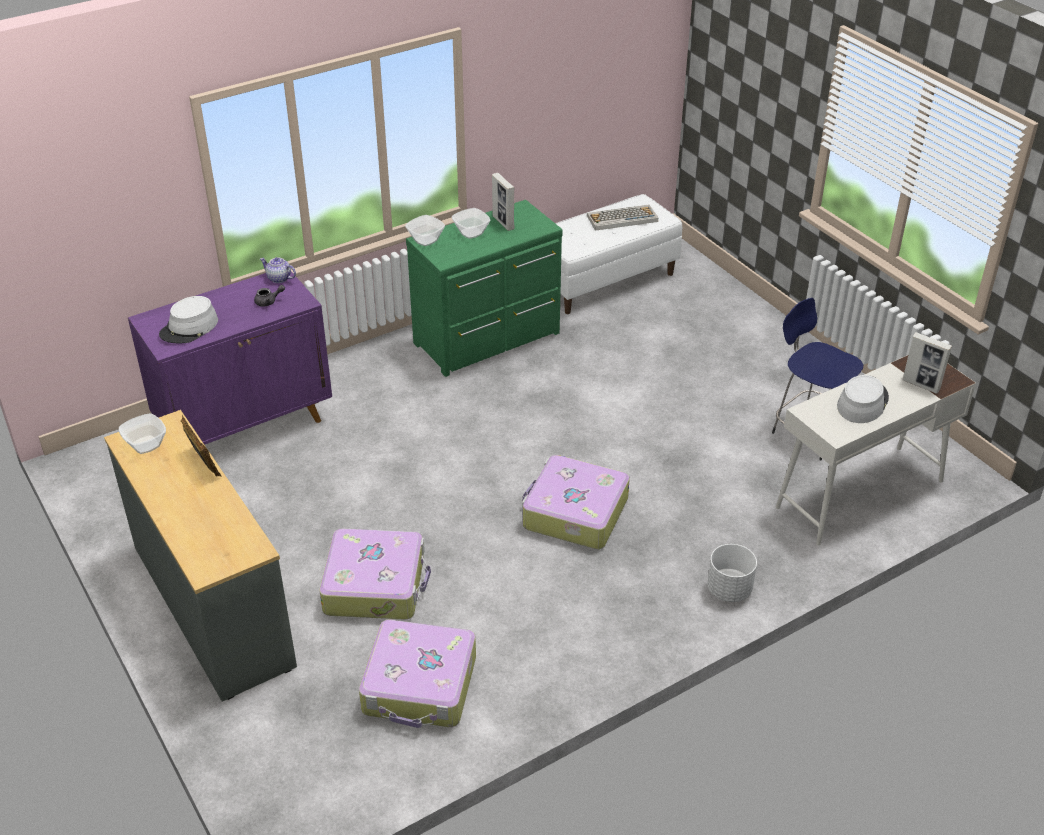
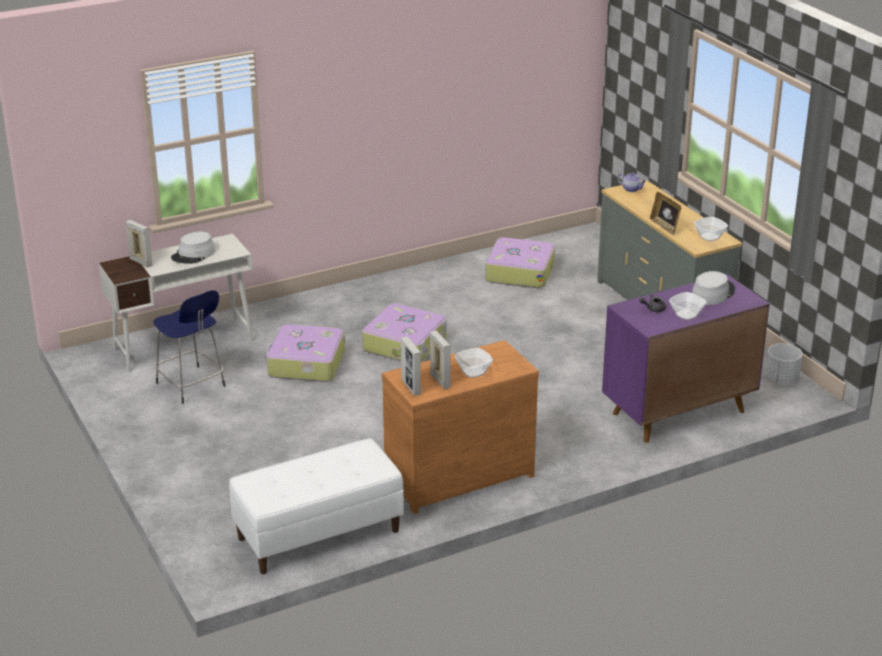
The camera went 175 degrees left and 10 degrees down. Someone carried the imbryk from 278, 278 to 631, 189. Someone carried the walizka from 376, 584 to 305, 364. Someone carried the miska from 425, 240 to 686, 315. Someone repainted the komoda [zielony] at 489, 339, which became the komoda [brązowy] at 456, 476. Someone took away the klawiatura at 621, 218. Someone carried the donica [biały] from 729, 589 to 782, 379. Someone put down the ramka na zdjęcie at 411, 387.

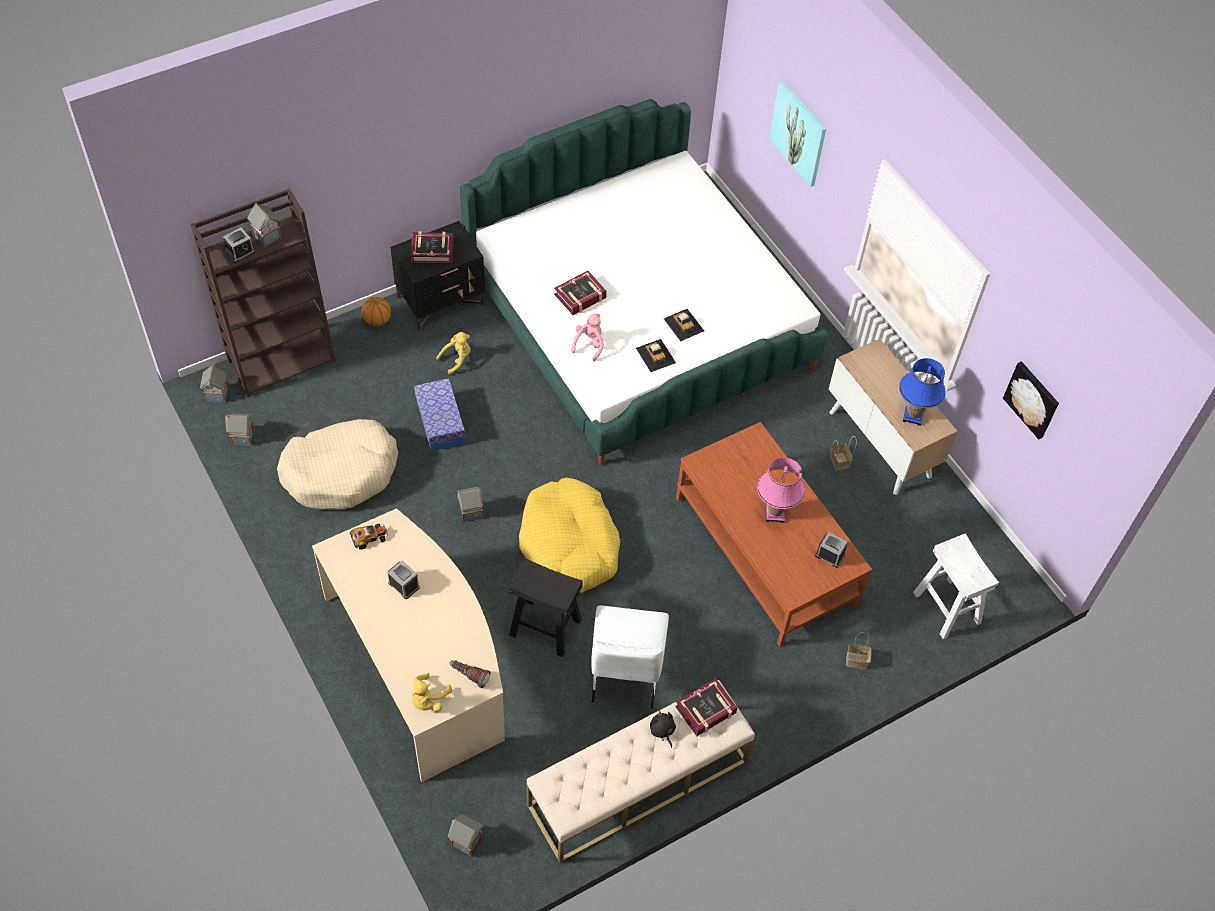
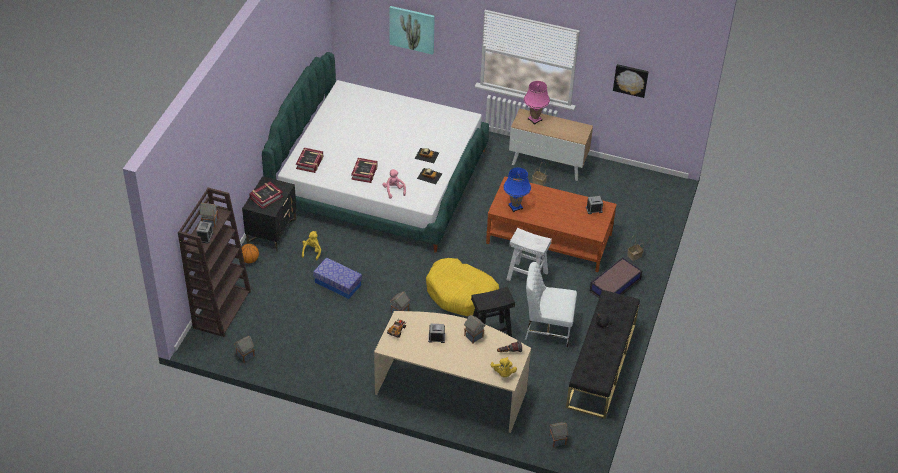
The camera went 40 degrees left and 10 degrees down. Someone carried the domek from 217, 395 to 474, 336. Someone took away the legowisko [beżowy] at 341, 472. Someone repainted the ławka [beżowy] at 638, 783, which became the ławka [czarny] at 601, 365. Someone rotated the krzesło [biały] at 625, 675 by 135 degrees clockwise. Someone carried the książka from 706, 710 to 310, 162. Someone carried the lampa stołowa [różowy] from 774, 514 to 534, 119. Someone carried the lampa stołowa [niebieski] from 912, 416 to 515, 207. Someone carried the stołek [biały] from 947, 607 to 527, 276. Someone put down the pojemnik do przechowywania at 614, 285.

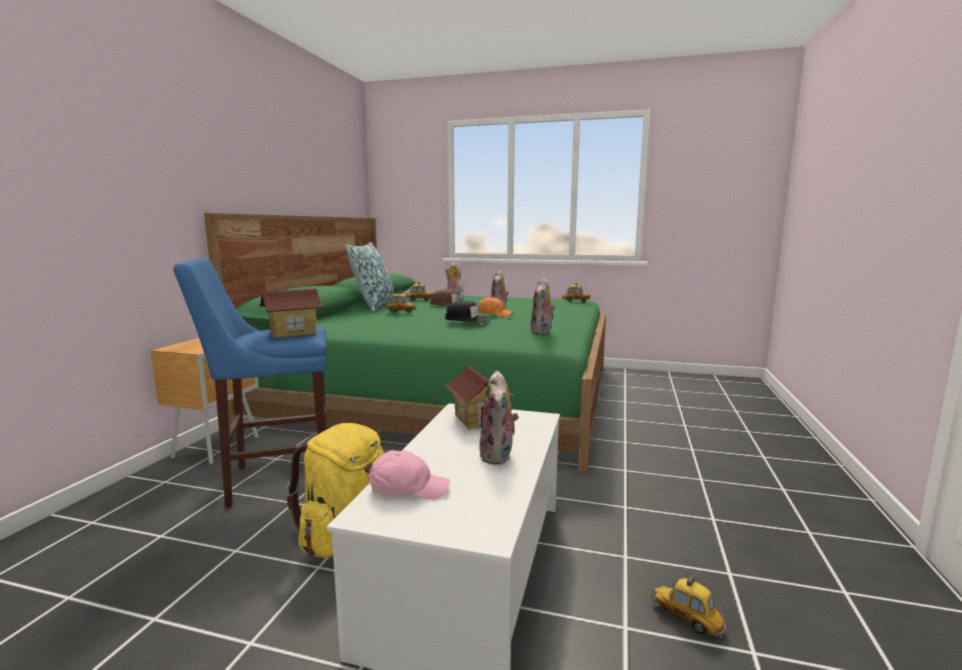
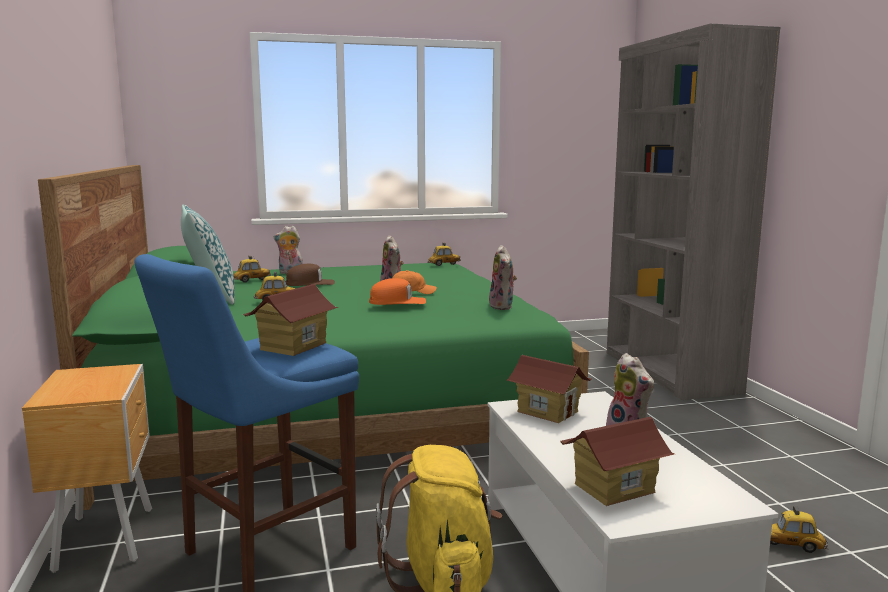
The camera went 30 degrees left and 0 degrees up. Someone swapped the czapka z daszkiem [różowy] at 408, 489 for the domek at 613, 488. Someone repainted the czapka z daszkiem [czarny] at 467, 320, which became the czapka z daszkiem [pomarańczowy] at 397, 302. Someone put down the regał [szary] at 669, 372.

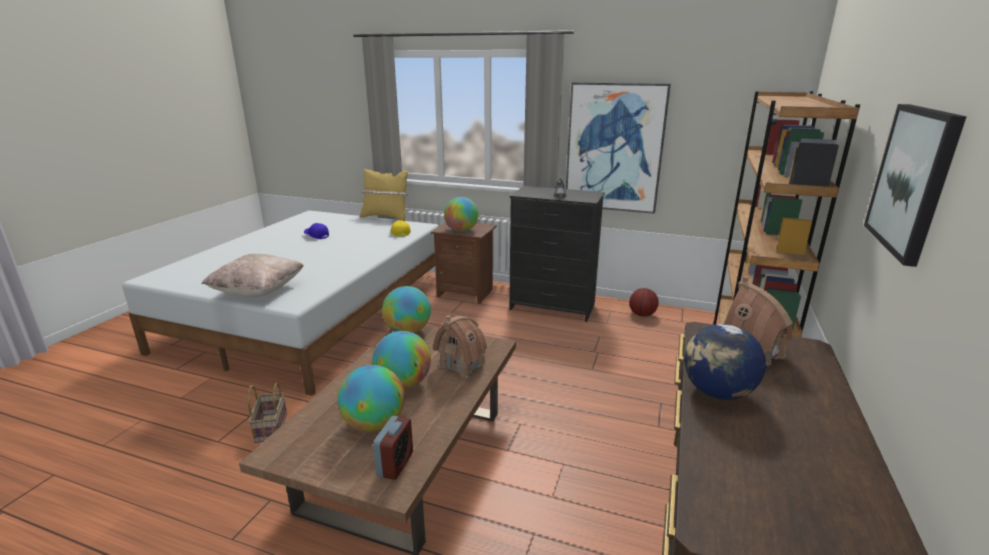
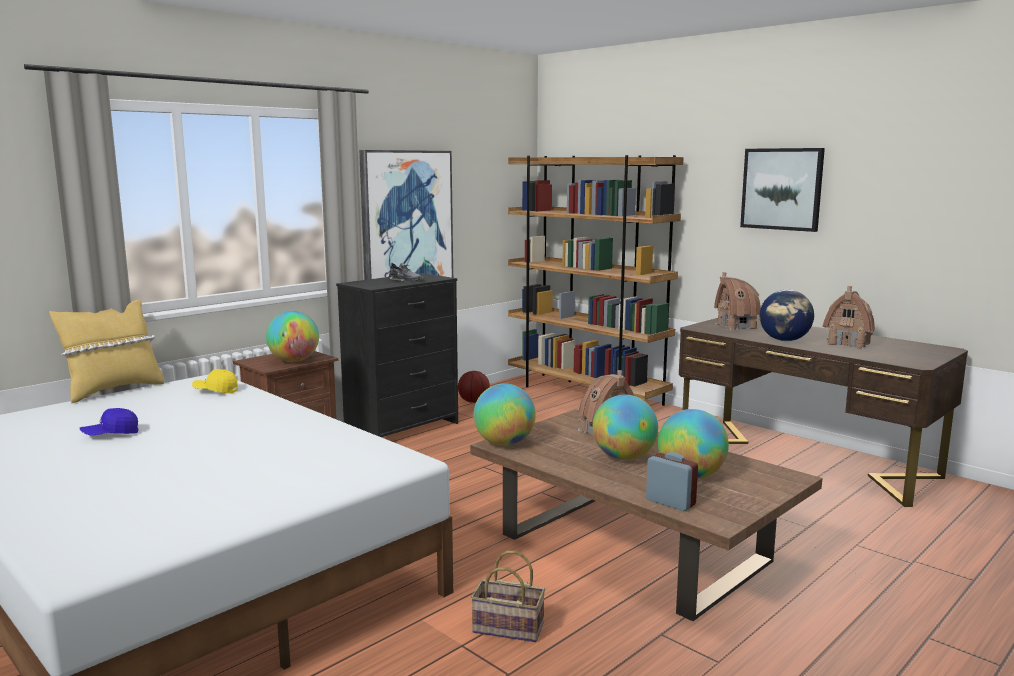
The camera went 65 degrees left and 10 degrees down. Someone took away the poduszka [beżowy] at 258, 291. Someone carried the budzik from 395, 464 to 670, 502. Someone put down the domek at 848, 344.

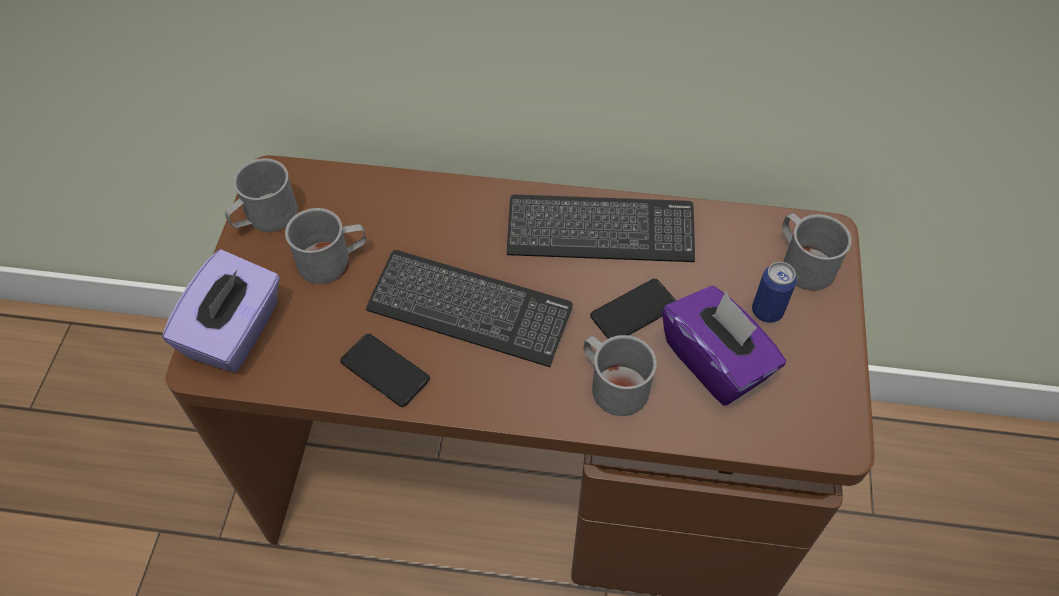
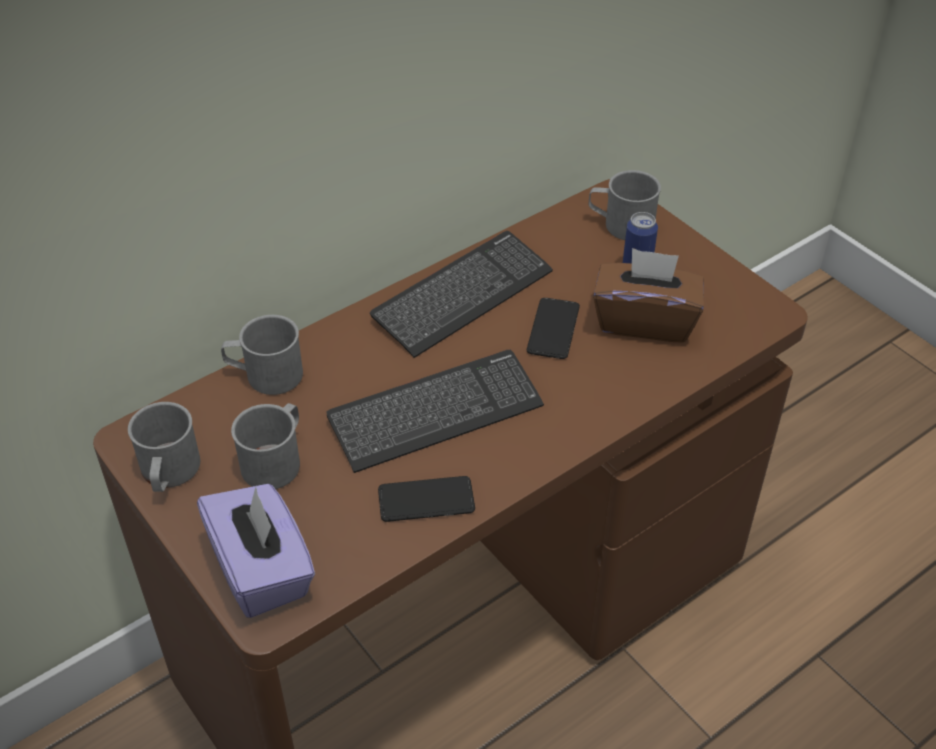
The camera went 45 degrees left and 10 degrees down. Someone carried the kubek [szary] from 613, 384 to 265, 375. Someone repainted the pudełko chusteczek [fioletowy] at 716, 361, which became the pudełko chusteczek [brązowy] at 645, 321.

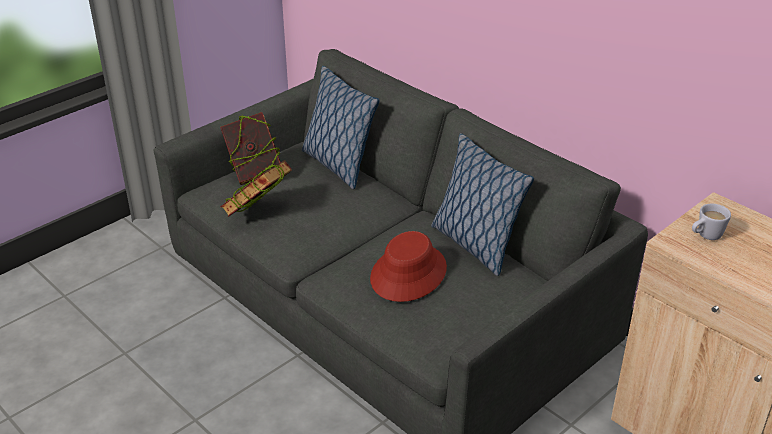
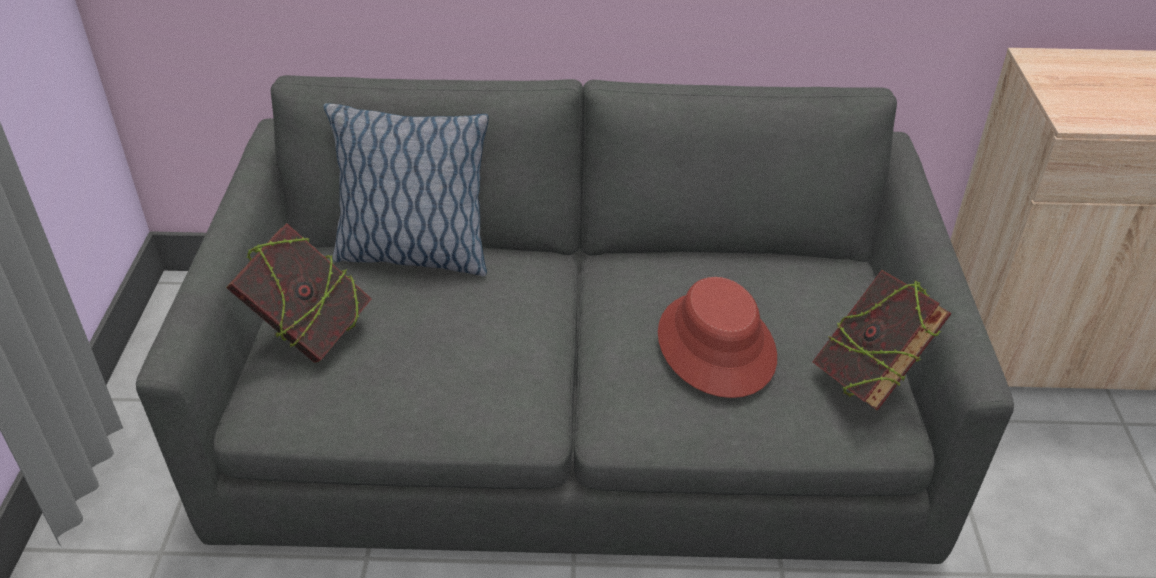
The camera went 45 degrees left and 5 degrees up. Someone carried the książka from 259, 214 to 868, 380. Someone took away the poduszka at 474, 244. Someone took away the kubek [biały] at 705, 236.

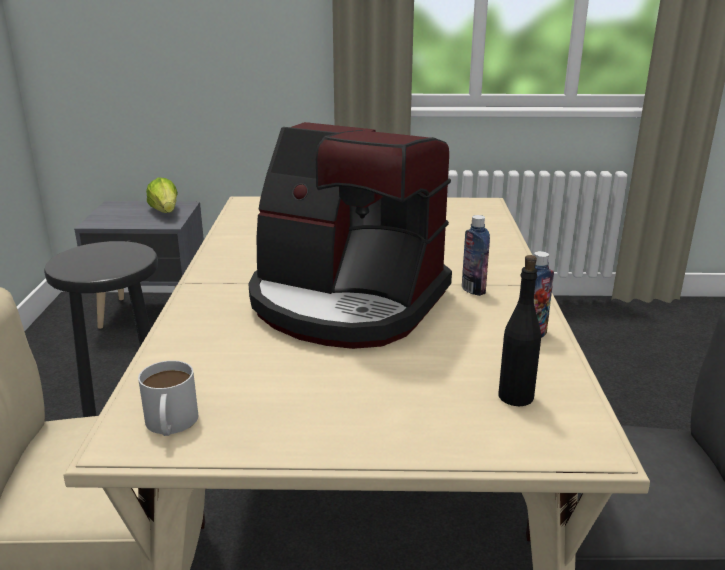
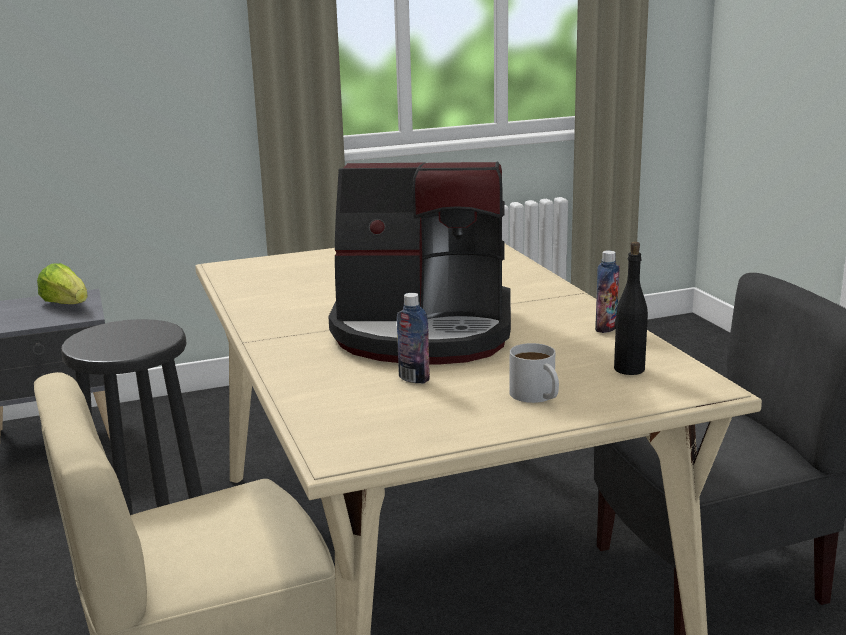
The camera went 20 degrees left and 5 degrees down. Someone carried the kubek [biały] from 170, 425 to 537, 396. Someone carried the butelka from 473, 290 to 414, 378.

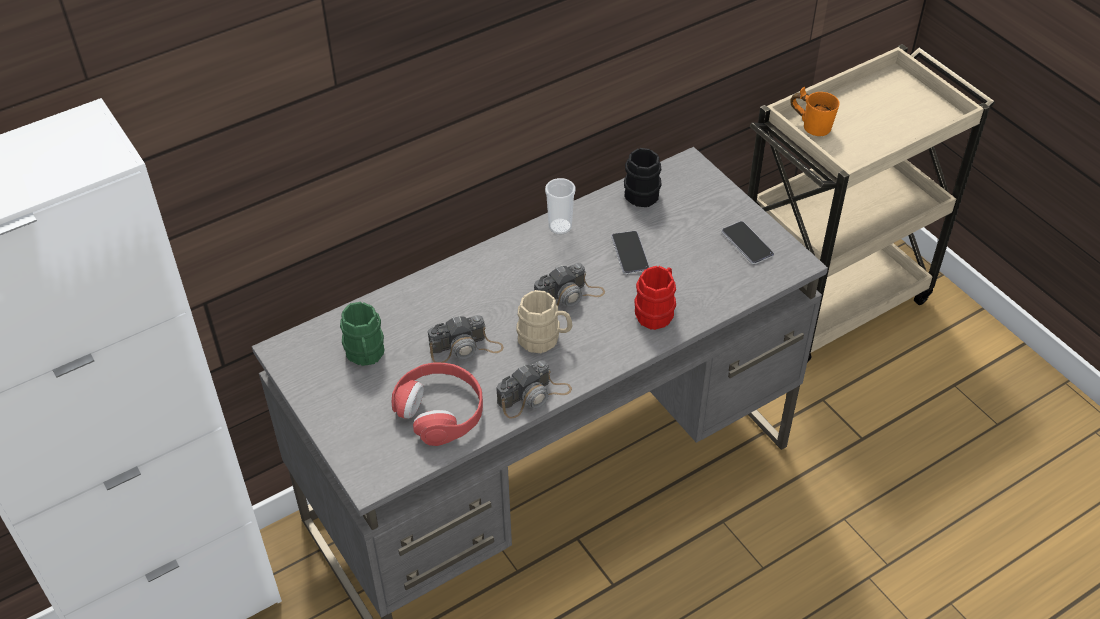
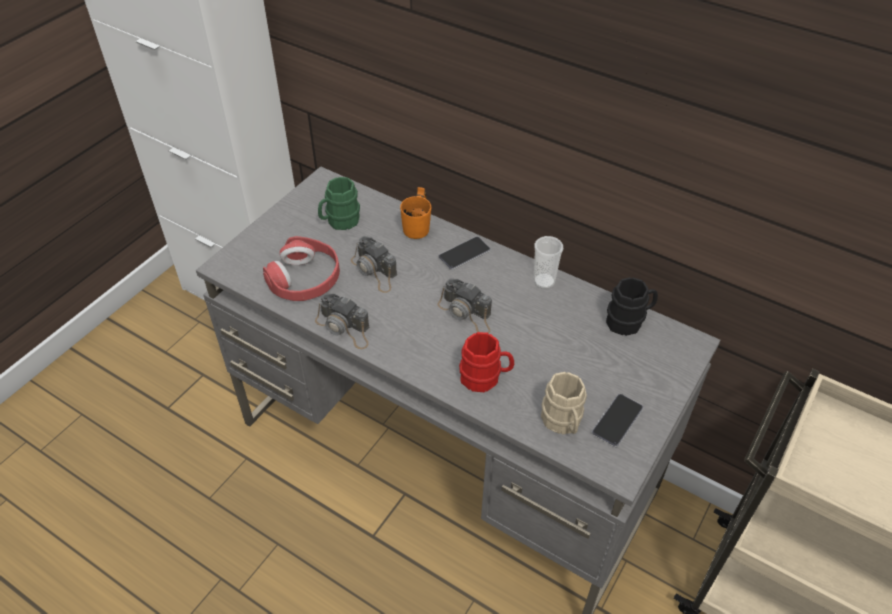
The camera went 65 degrees right and 0 degrees up. Someone carried the kubek [beżowy] from 544, 339 to 563, 423. Someone carried the telefon from 630, 253 to 464, 254. Someone carried the kubek [pomarańczowy] from 812, 125 to 420, 228.

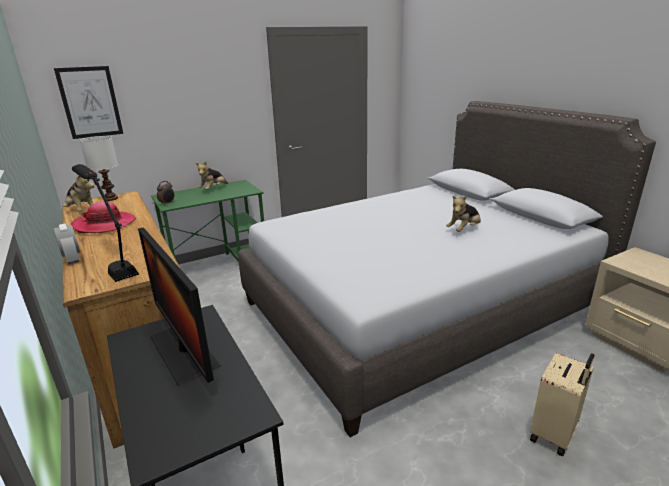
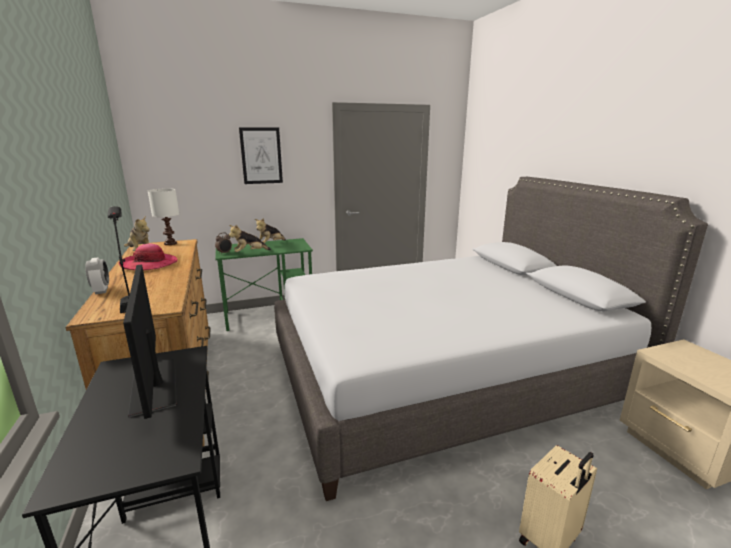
The camera went 10 degrees right and 5 degrees down. Someone carried the obraz from 90, 102 to 261, 156. Someone carried the pluszak from 464, 230 to 249, 253.

